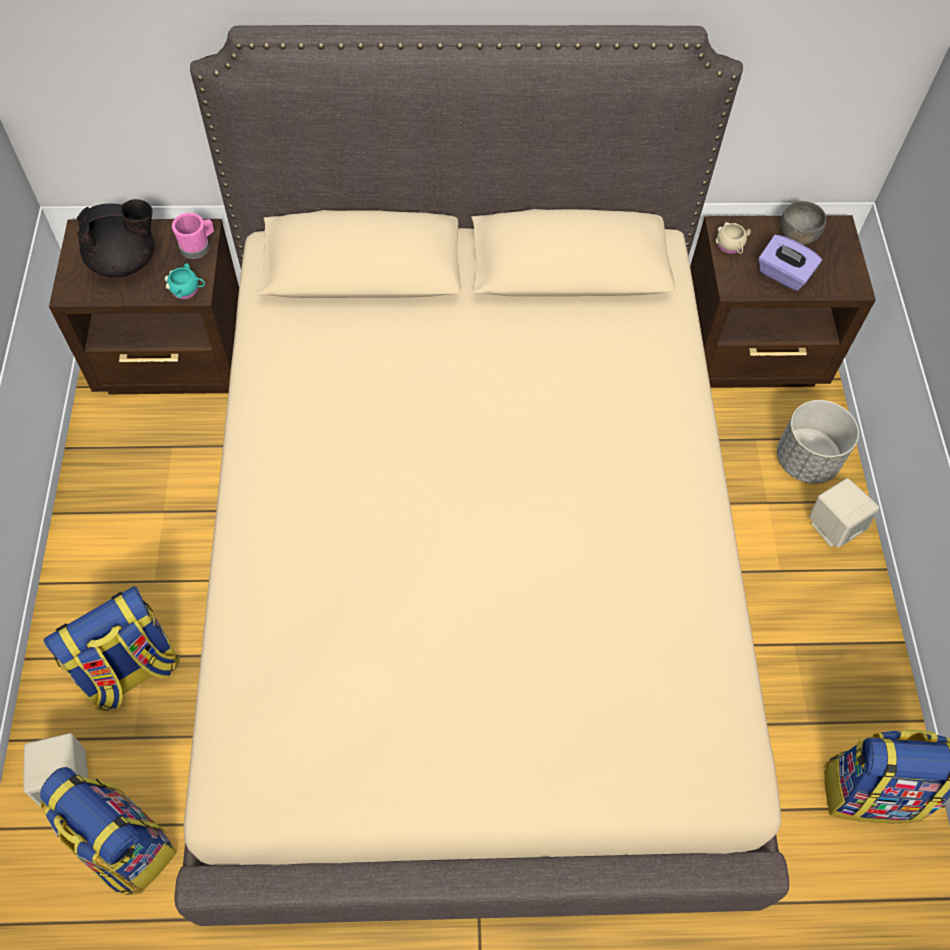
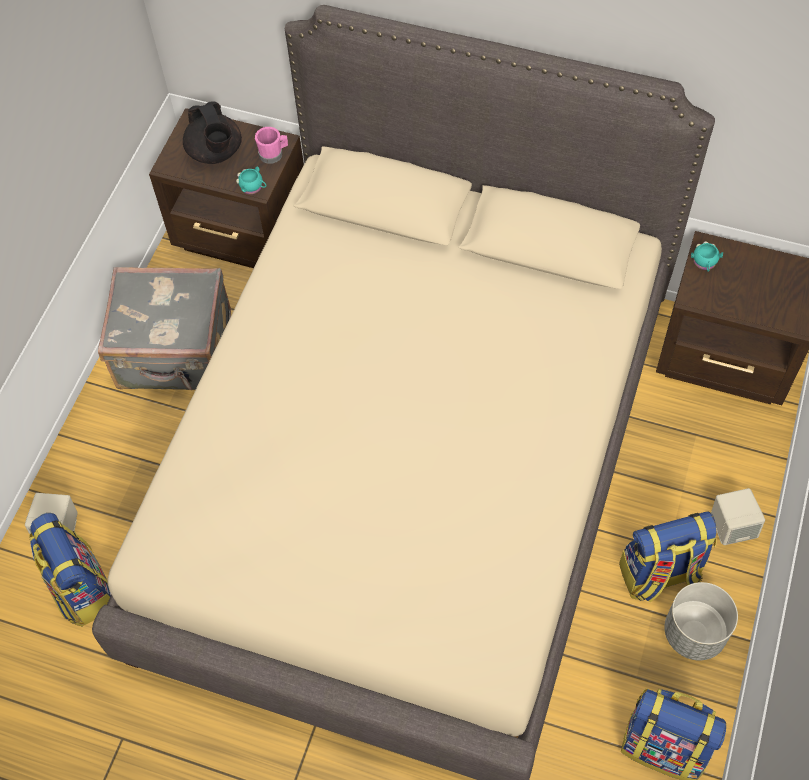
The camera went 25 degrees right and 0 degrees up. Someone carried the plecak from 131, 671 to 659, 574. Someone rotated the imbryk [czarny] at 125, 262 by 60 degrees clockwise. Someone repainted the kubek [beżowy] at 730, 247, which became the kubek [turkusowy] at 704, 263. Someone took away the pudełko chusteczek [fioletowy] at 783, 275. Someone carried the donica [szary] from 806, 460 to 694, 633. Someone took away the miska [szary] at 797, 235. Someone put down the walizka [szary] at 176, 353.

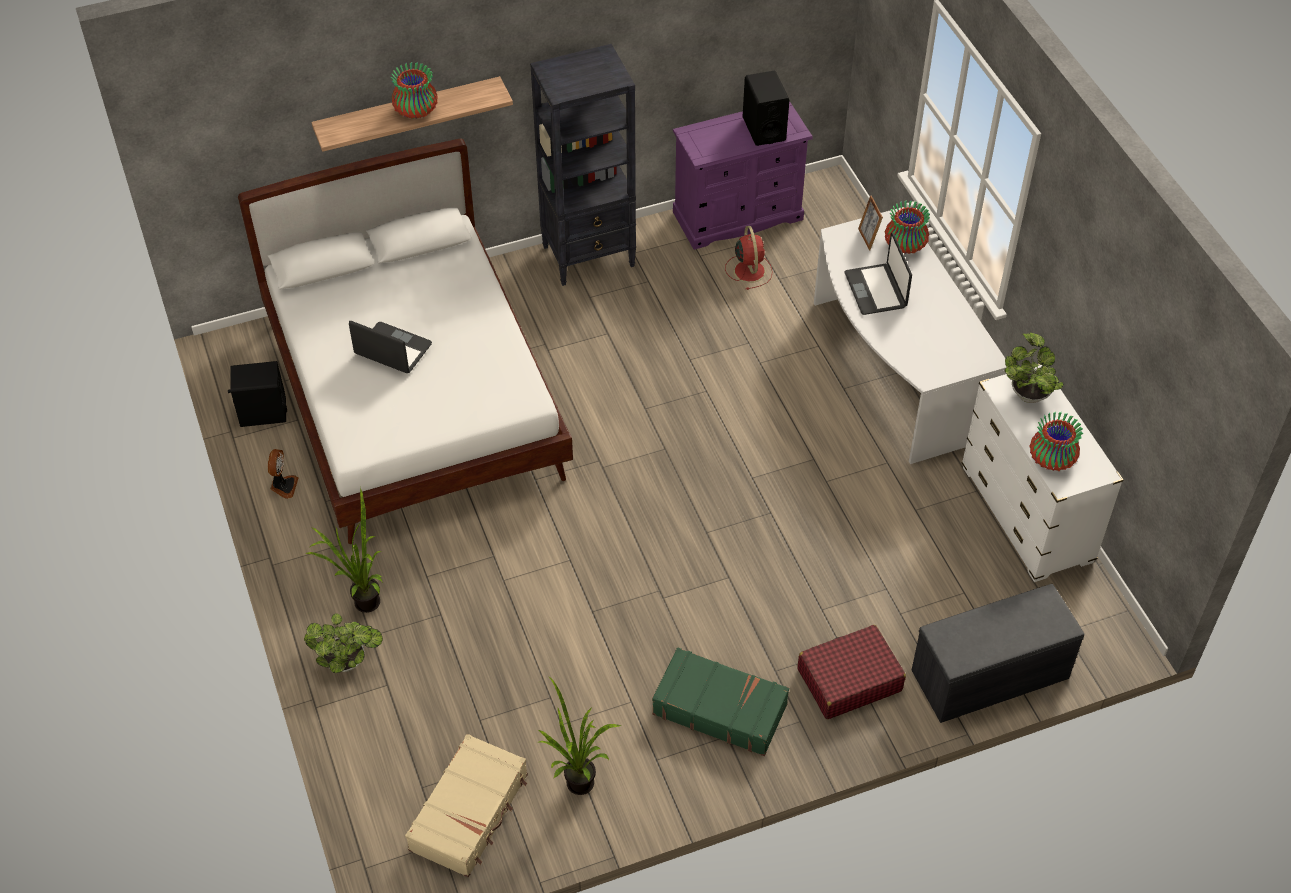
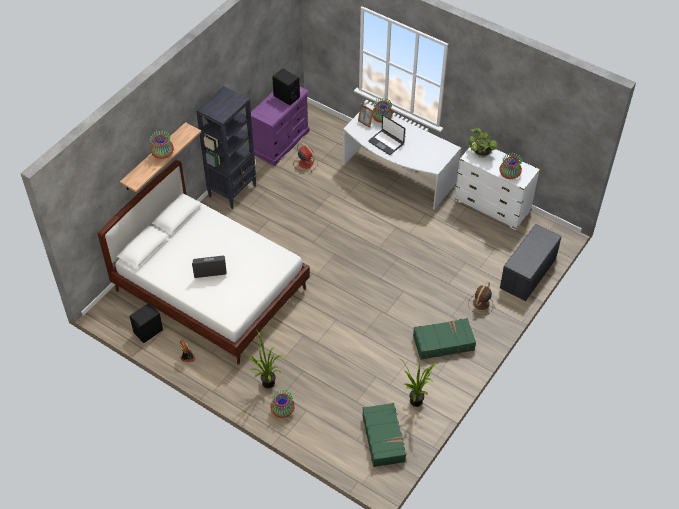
The camera went 35 degrees left and 0 degrees up. Someone swapped the roślina doniczkowa at 348, 662 for the wazon at 282, 411. Someone repainted the walizka [beżowy] at 470, 812, which became the walizka [zielony] at 383, 438. Someone swapped the walizka [czerwony] at 849, 680 for the wentylator [brązowy] at 480, 304.

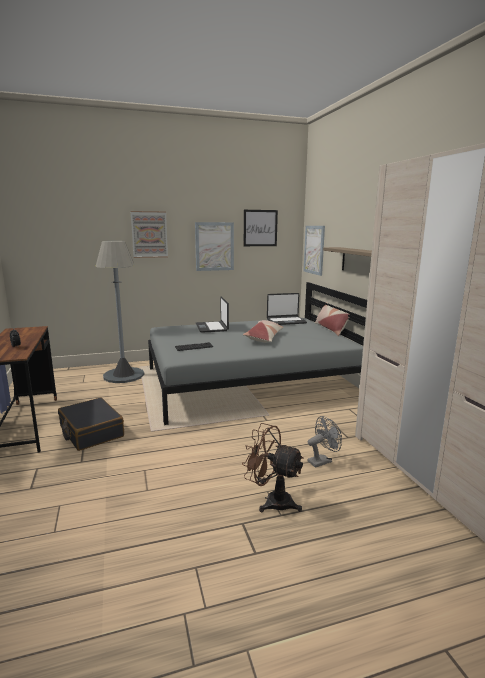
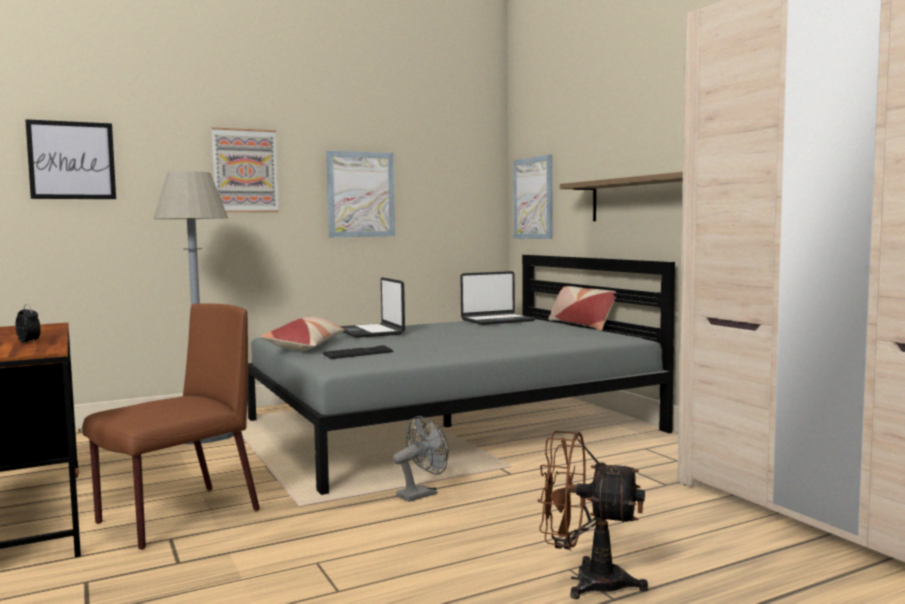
The camera went 10 degrees left and 10 degrees down. Someone swapped the walizka [czarny] at 91, 432 for the krzesło [brązowy] at 176, 517. Someone carried the poduszka from 264, 337 to 306, 346. Someone carried the obraz from 260, 228 to 72, 160. Someone carried the wentylator [szary] from 322, 461 to 421, 494.

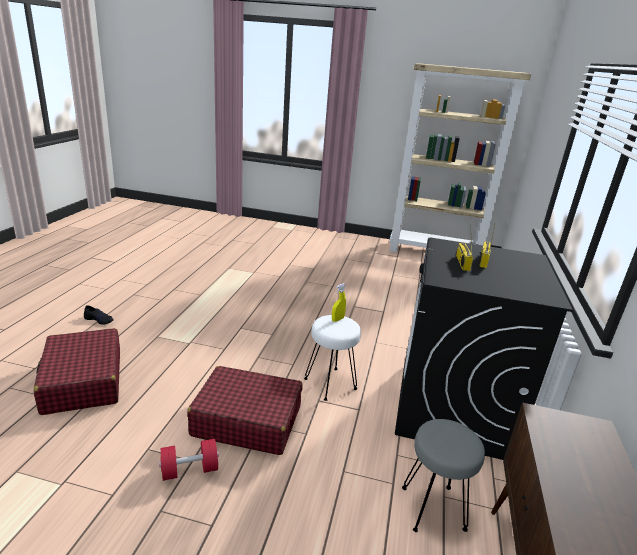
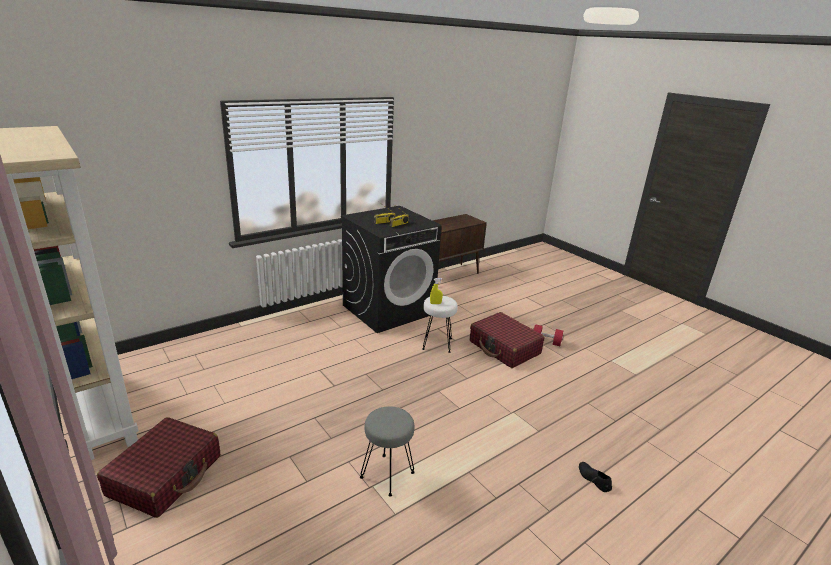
The camera went 140 degrees left and 0 degrees up. Someone carried the walizka [czerwony] from 83, 381 to 166, 475. Someone carried the stołek [szary] from 433, 509 to 387, 474.

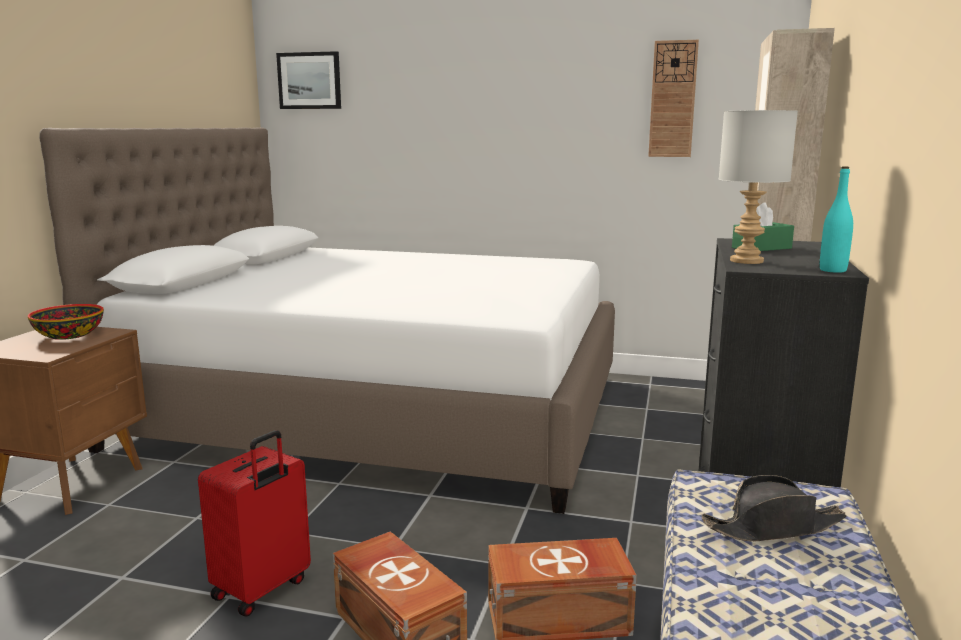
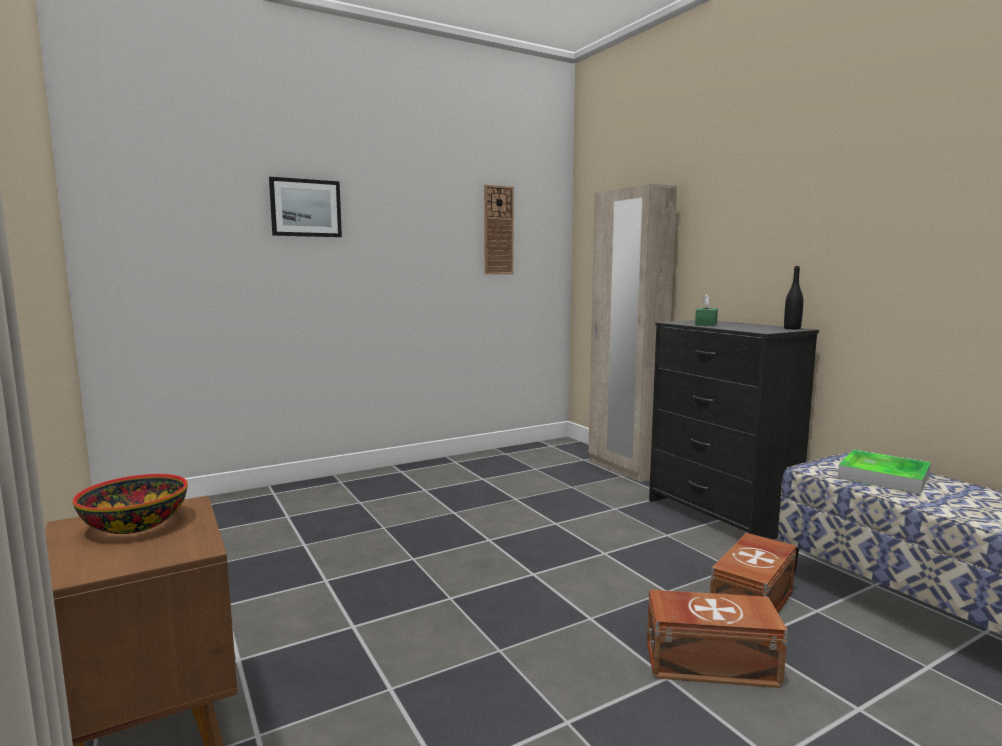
The camera went 45 degrees left and 5 degrees down. Someone took away the łóżko [biały] at 380, 410. Someone took away the walizka [czerwony] at 262, 589. Someone carried the obraz from 309, 81 to 305, 208. Someone swapped the kapelusz [czarny] at 773, 527 for the taca at 883, 476. Someone took away the lampa stołowa [szary] at 745, 261. Someone repainted the butelka [turkusowy] at 832, 270, which became the butelka [czarny] at 792, 328.

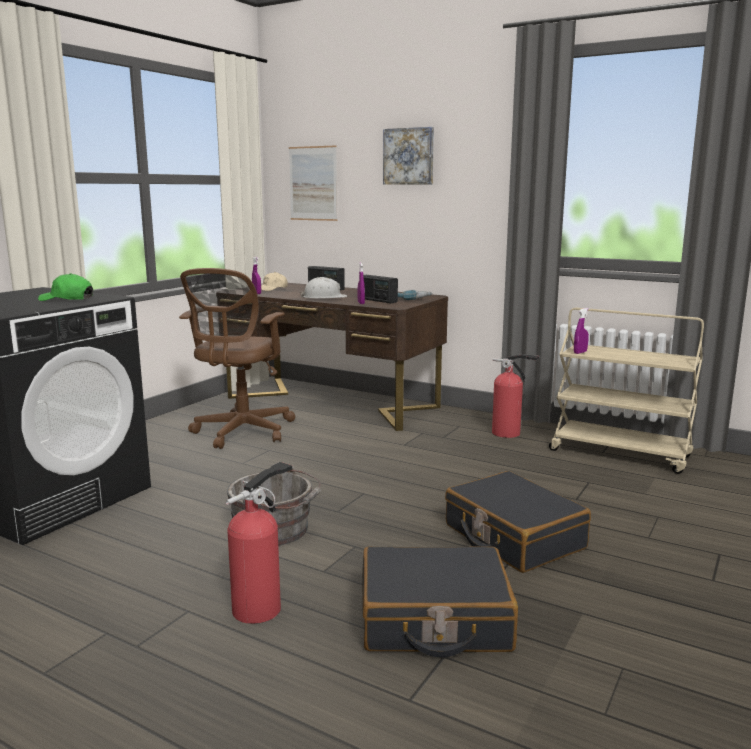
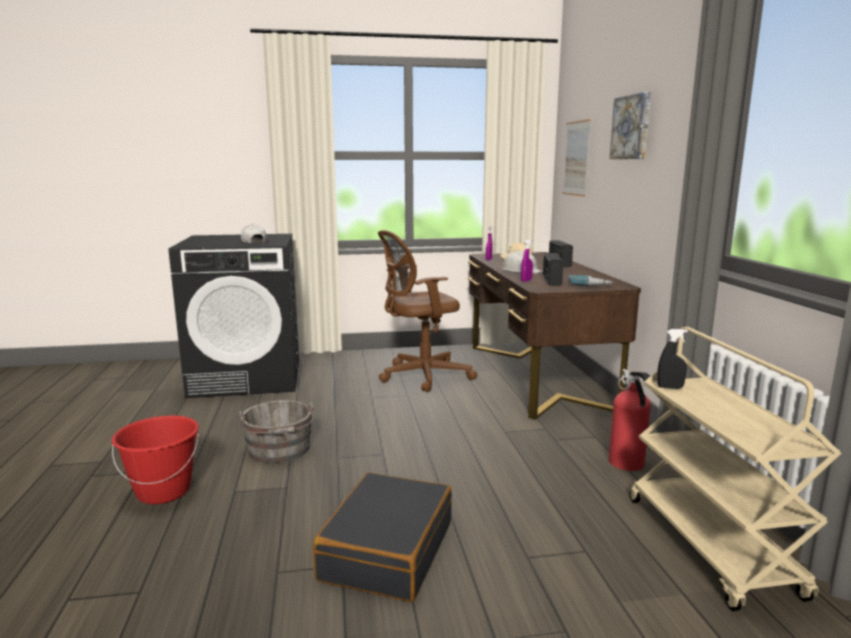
The camera went 50 degrees right and 0 degrees up. Someone repainted the czapka z daszkiem [zielony] at 67, 299, which became the czapka z daszkiem [biały] at 253, 242. Someone swapped the gaśnica at 261, 607 for the wiadro [czerwony] at 164, 491. Someone took away the walizka [czarny] at 434, 620. Someone repainted the spryskiwacz [fioletowy] at 580, 352, which became the spryskiwacz [czarny] at 670, 387.

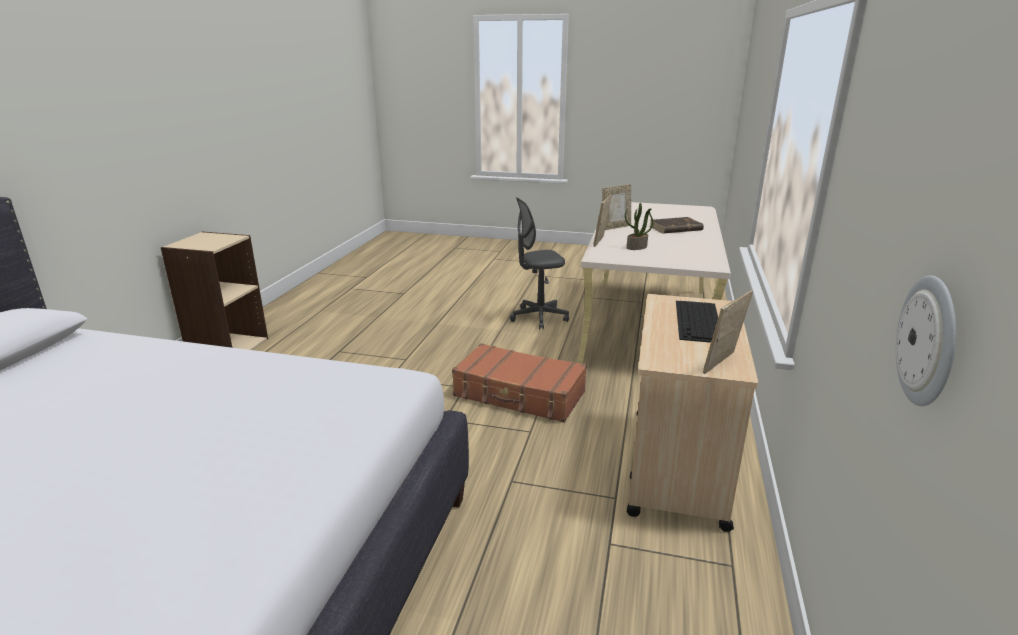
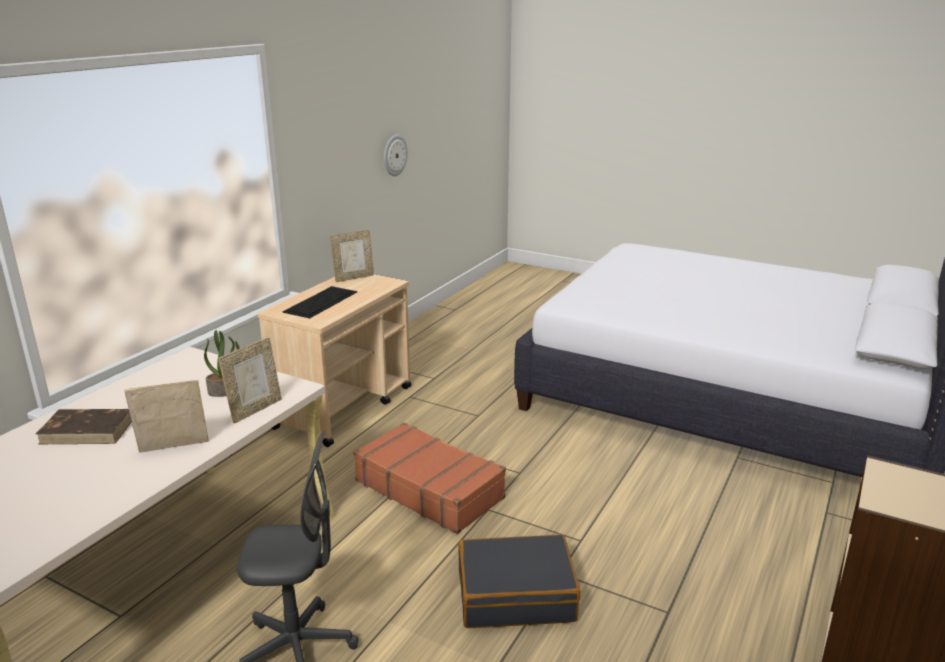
The camera went 165 degrees left and 0 degrees up. Someone put down the walizka [czarny] at 515, 594.

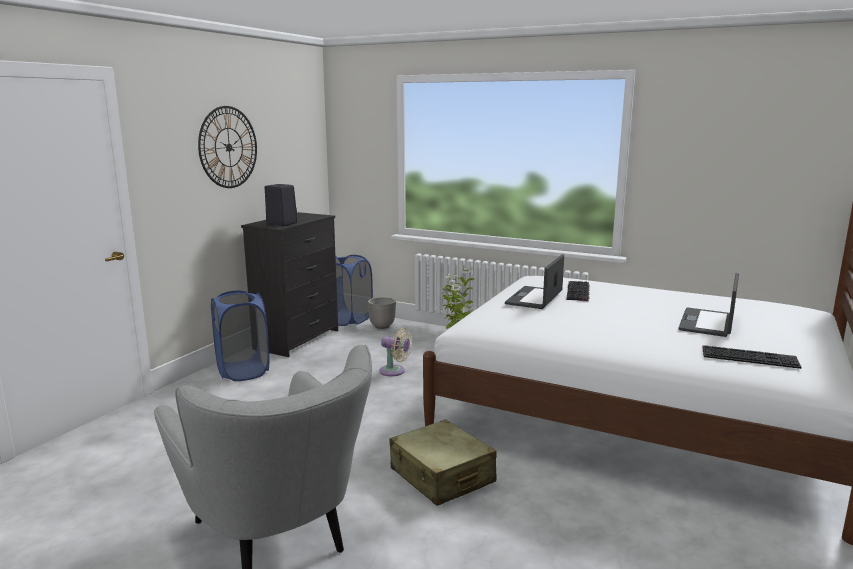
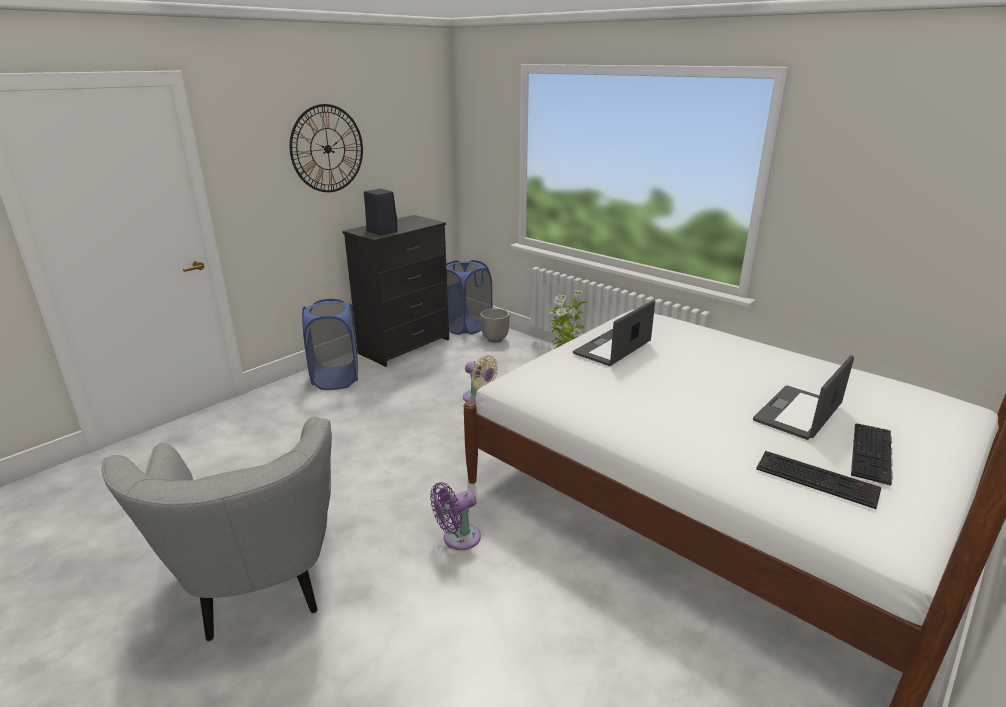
The camera went 15 degrees right and 10 degrees up. Someone swapped the walizka [beżowy] at 442, 476 for the wentylator [fioletowy] at 458, 538. Someone carried the klawiatura from 579, 291 to 873, 454.

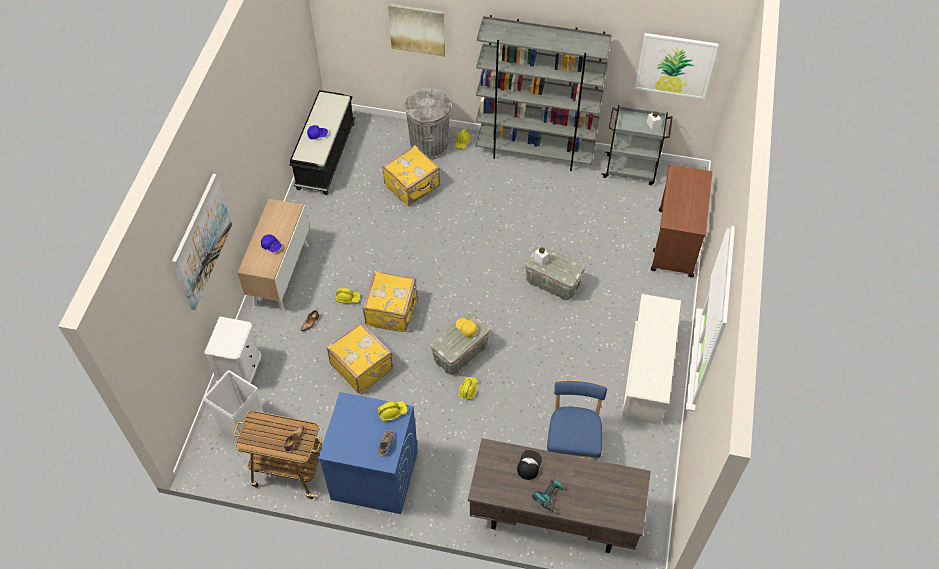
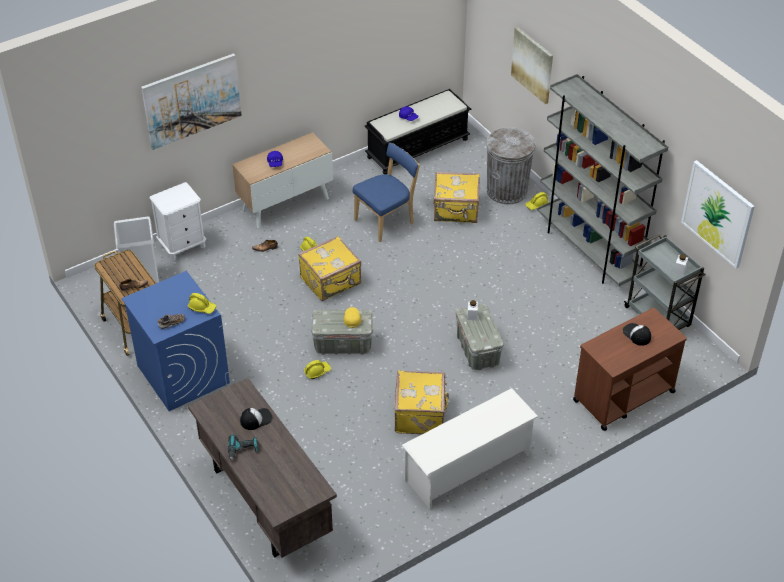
The camera went 45 degrees right and 10 degrees down. Someone carried the walizka [żółty] from 362, 366 to 421, 414. Someone carried the krzesło [niebieski] from 572, 447 to 386, 221. Someone put down the czapka z daszkiem at 636, 335.

